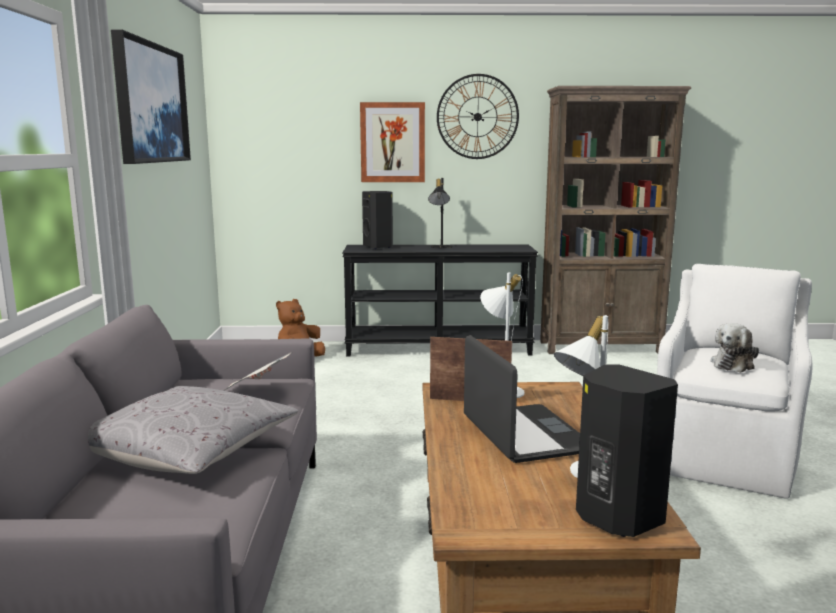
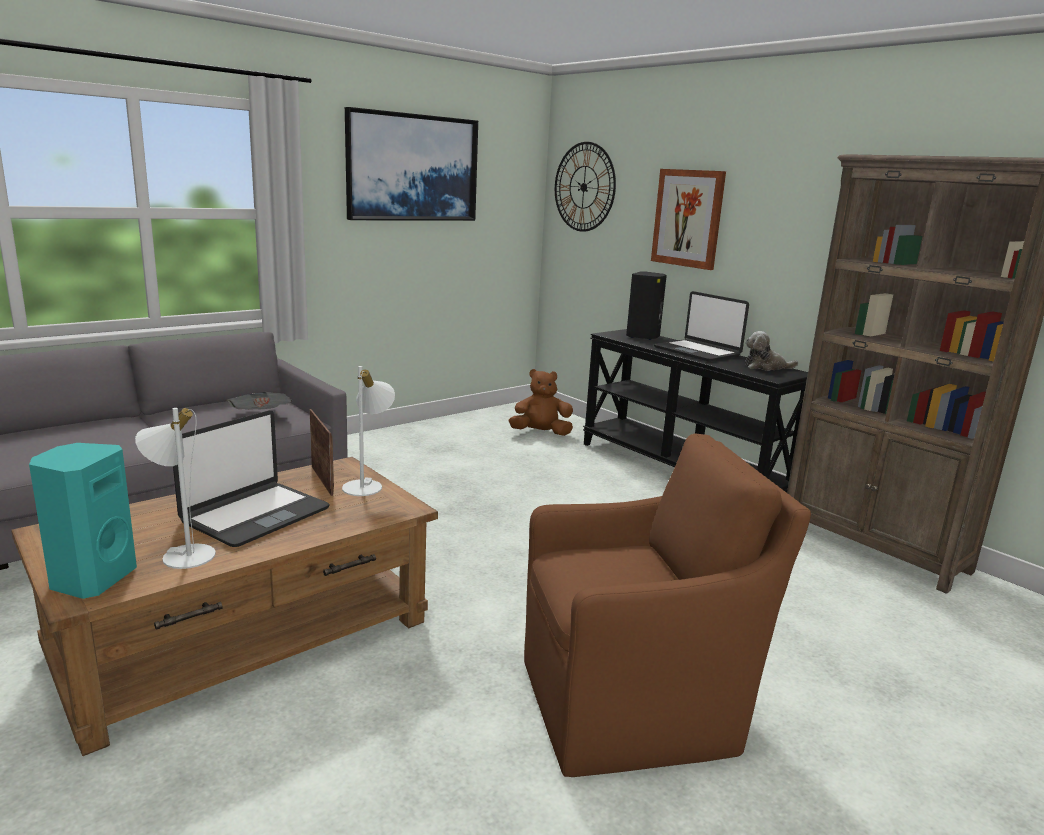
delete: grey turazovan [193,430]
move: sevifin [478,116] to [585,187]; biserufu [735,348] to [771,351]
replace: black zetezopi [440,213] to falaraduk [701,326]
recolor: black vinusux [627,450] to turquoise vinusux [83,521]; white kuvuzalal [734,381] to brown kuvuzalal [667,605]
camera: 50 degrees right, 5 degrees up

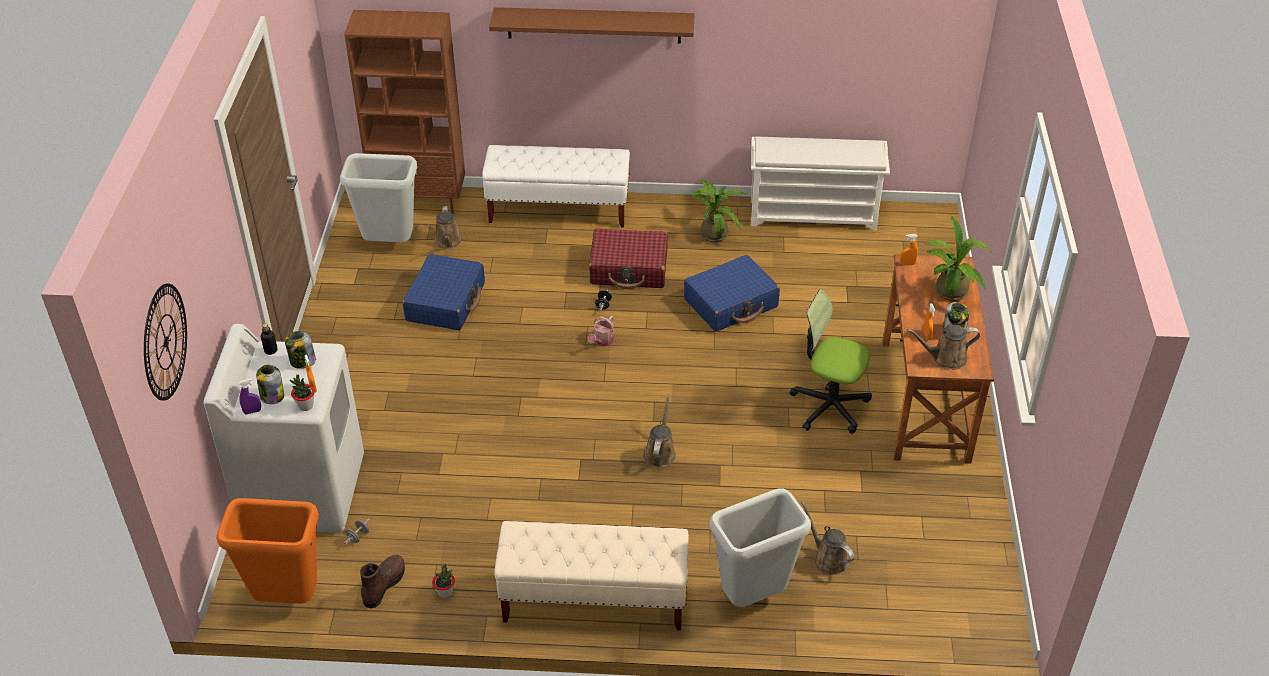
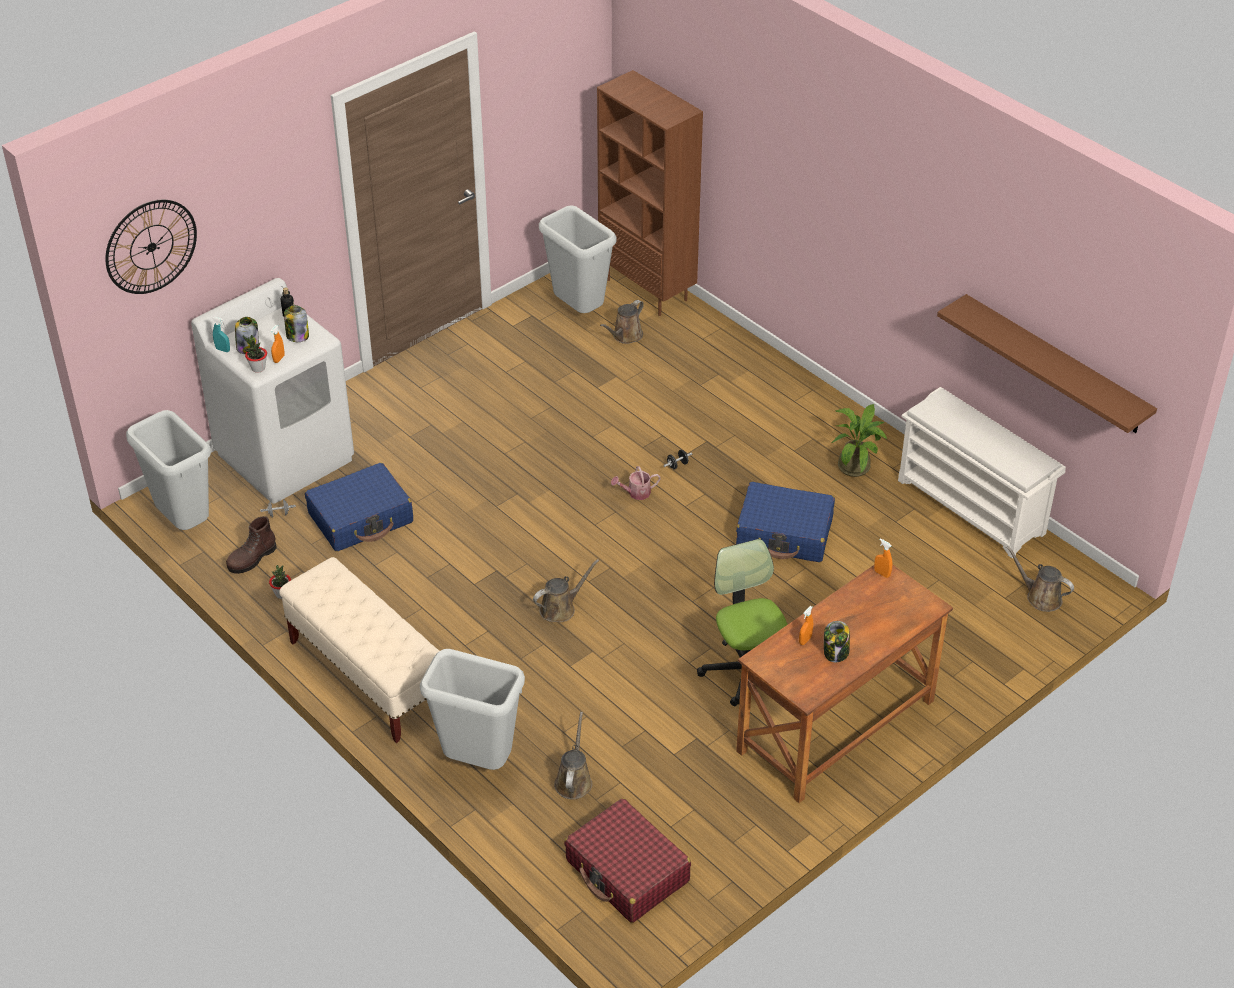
delete: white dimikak [556,186]; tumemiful [958,258]
move: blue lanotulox [444,292] to [359,507]; red lanotulox [628,258] to [627,860]; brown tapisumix [592,25] to [1047,363]; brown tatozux [943,346] to [1040,579]
recolor: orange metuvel [267,551] to grey metuvel [168,470]; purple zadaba [250,396] to turquoise zadaba [221,334]
rotate: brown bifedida [382,581] = [251,545] 150 degrees clockwise
camera: 45 degrees right, 0 degrees up

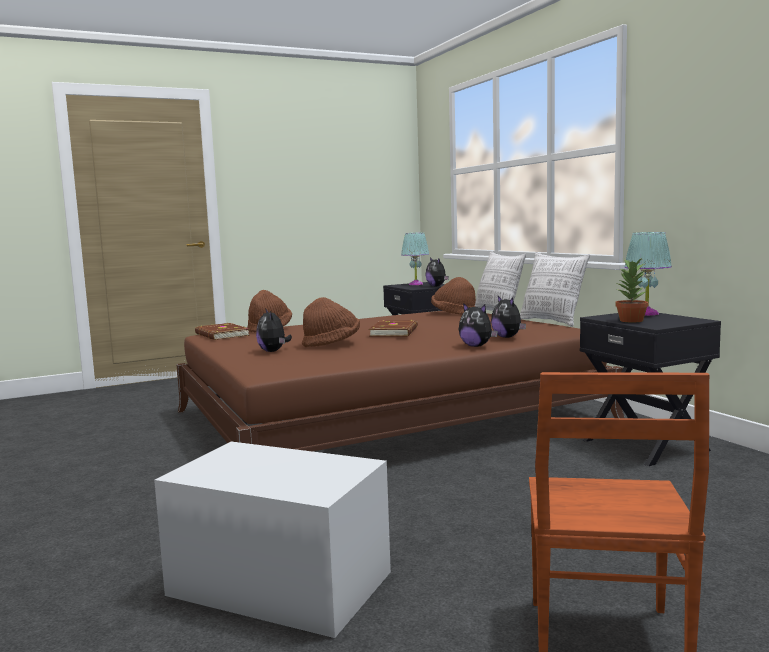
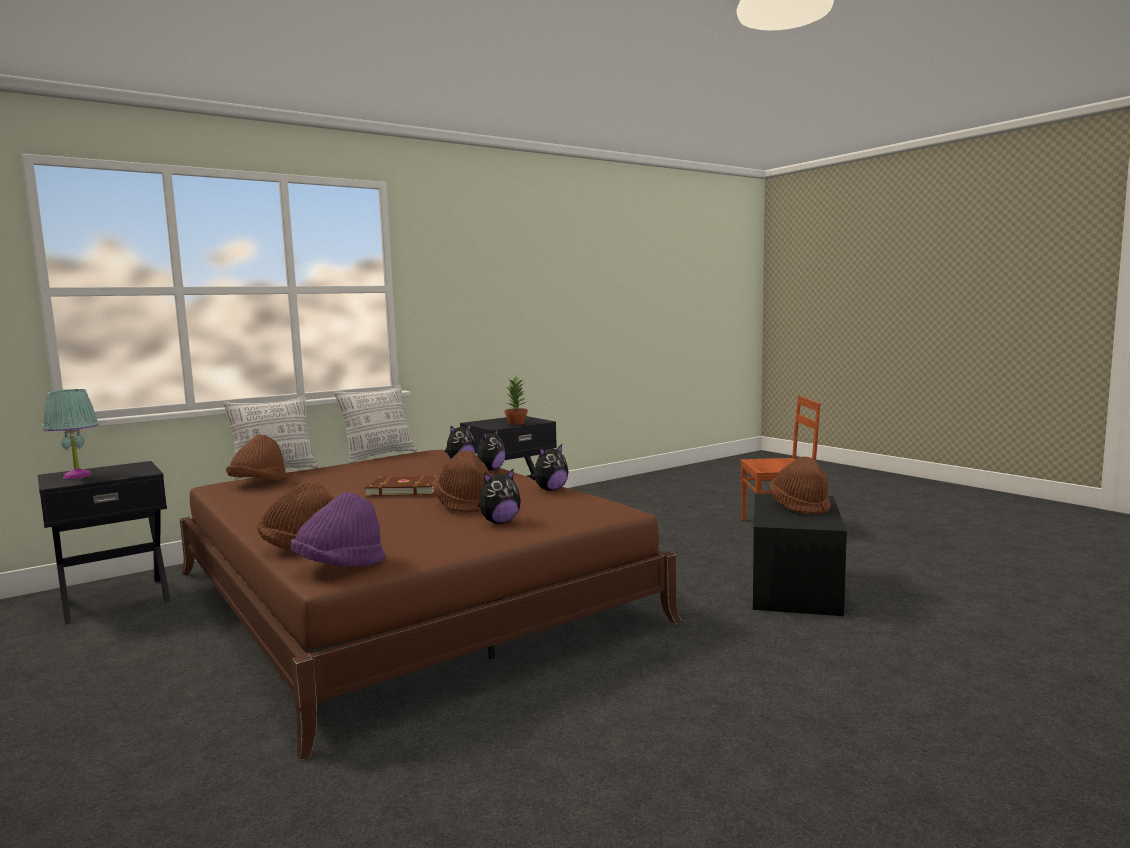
delete: turquoise zetezopi [648,274]
insert: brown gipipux [800,485]
move: biserufu [437,272] to [549,467]
replace: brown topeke [222,331] to purple gipipux [338,530]
recolor: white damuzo [272,540] to black damuzo [800,554]
camera: 100 degrees left, 0 degrees up

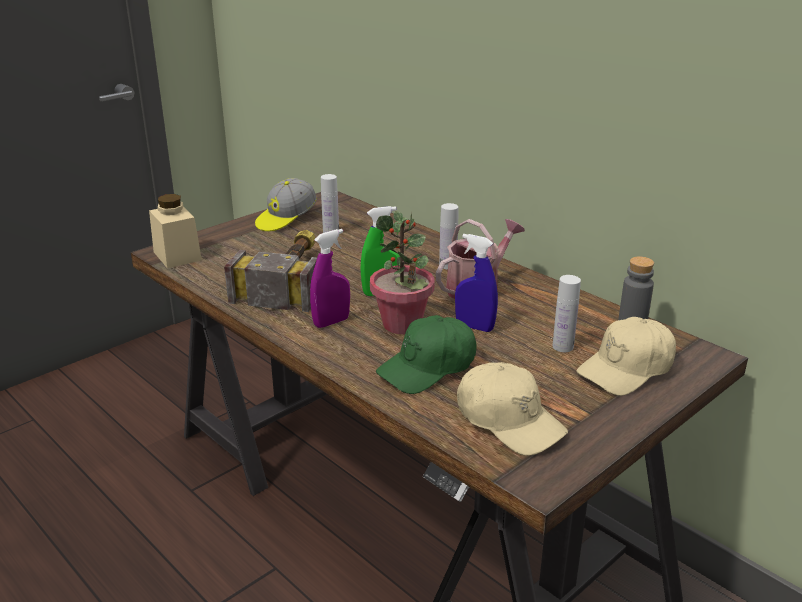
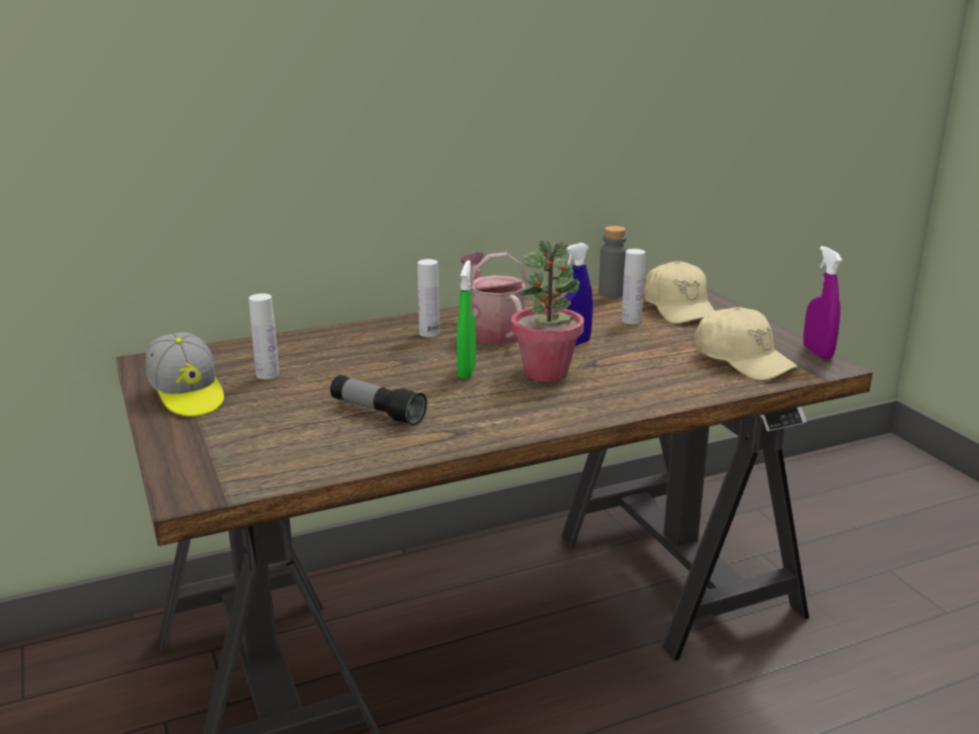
delete: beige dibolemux [175,231]; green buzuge [426,354]
move: purple zadaba [330,278] to [822,303]
replace: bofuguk [270,271] to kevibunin [378,400]
rotate: beige buzuge [512,409] = [747,344] 75 degrees clockwise
camera: 70 degrees left, 5 degrees down

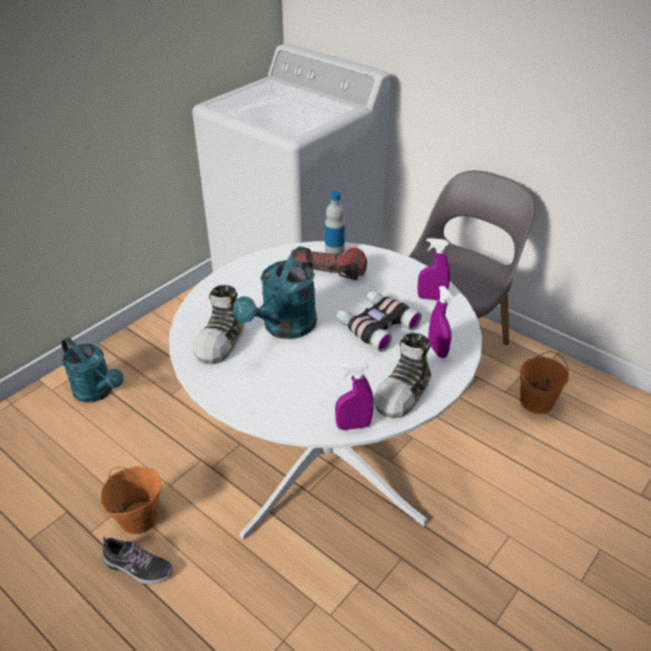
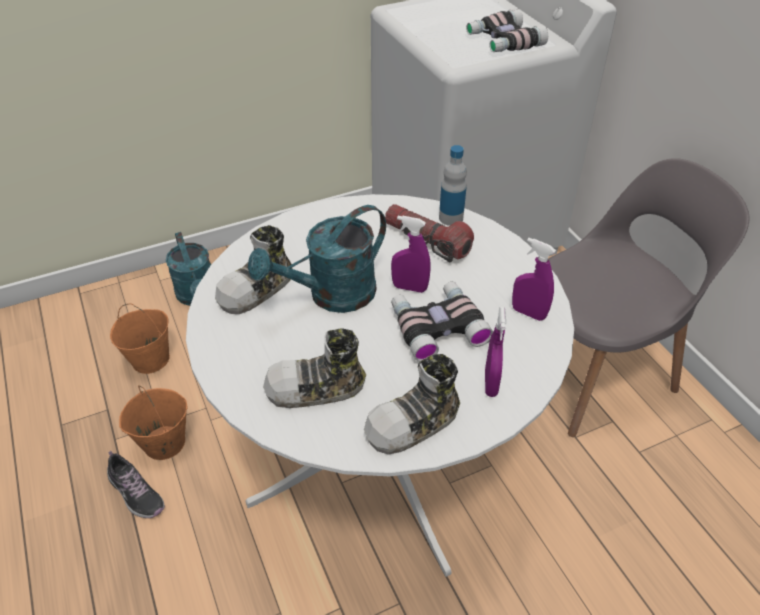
insert: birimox [315,368]; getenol [507,30]
move: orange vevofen [544,382] to [140,338]; purple zadaba [354,396] to [410,254]
camera: 25 degrees right, 5 degrees up

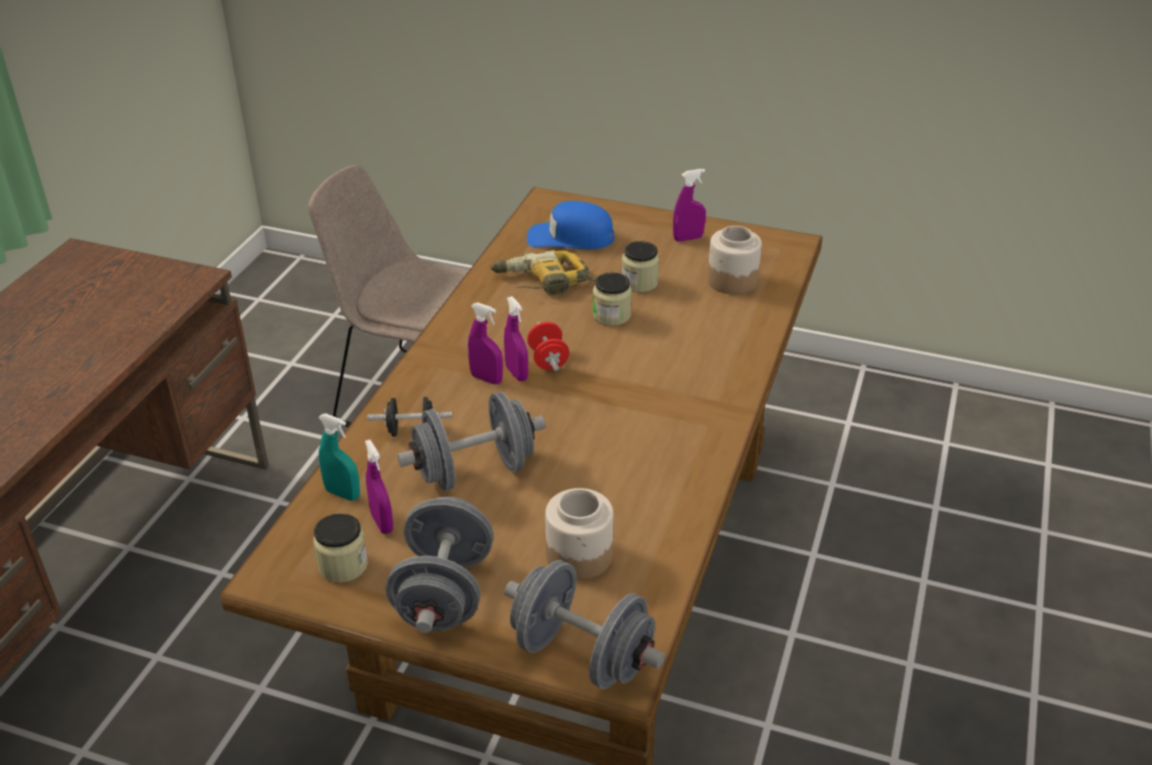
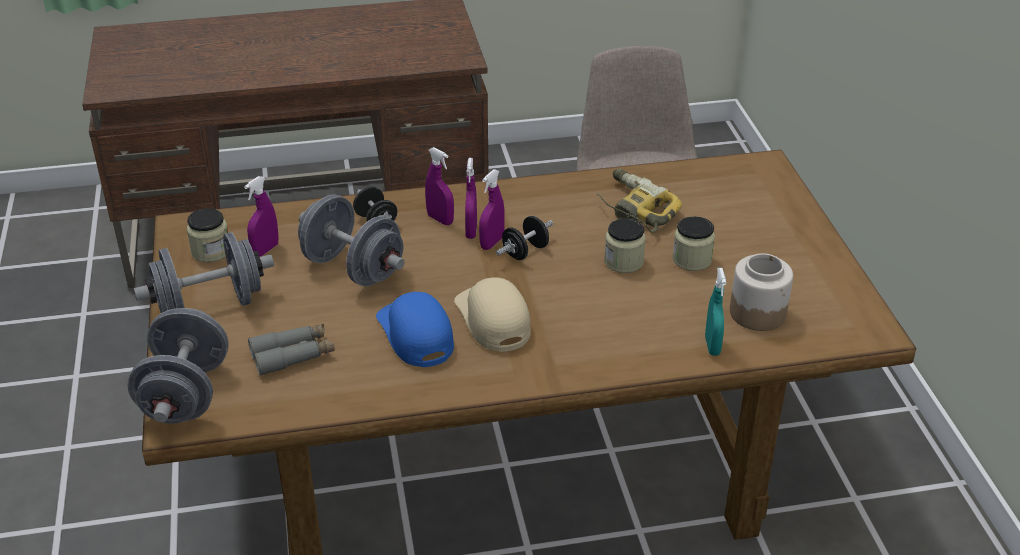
insert: beige buzuge [492,315]
move: blue buzuge [571,225] to [415,329]; purple zadaba [689,205] to [439,186]; turquoise zadaba [339,457] to [715,312]
replace: dibolemux [579,534] to grey getenol [291,350]
recolor: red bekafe [548,346] to black bekafe [524,238]
camera: 60 degrees right, 0 degrees up

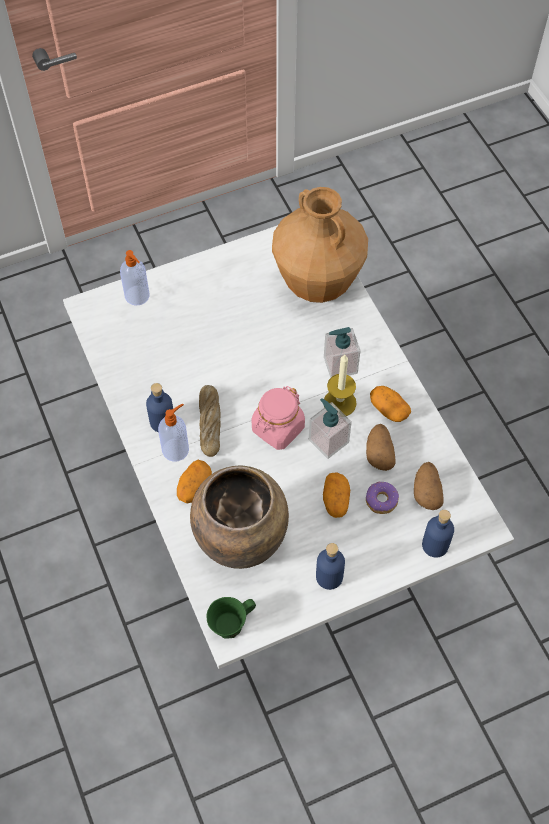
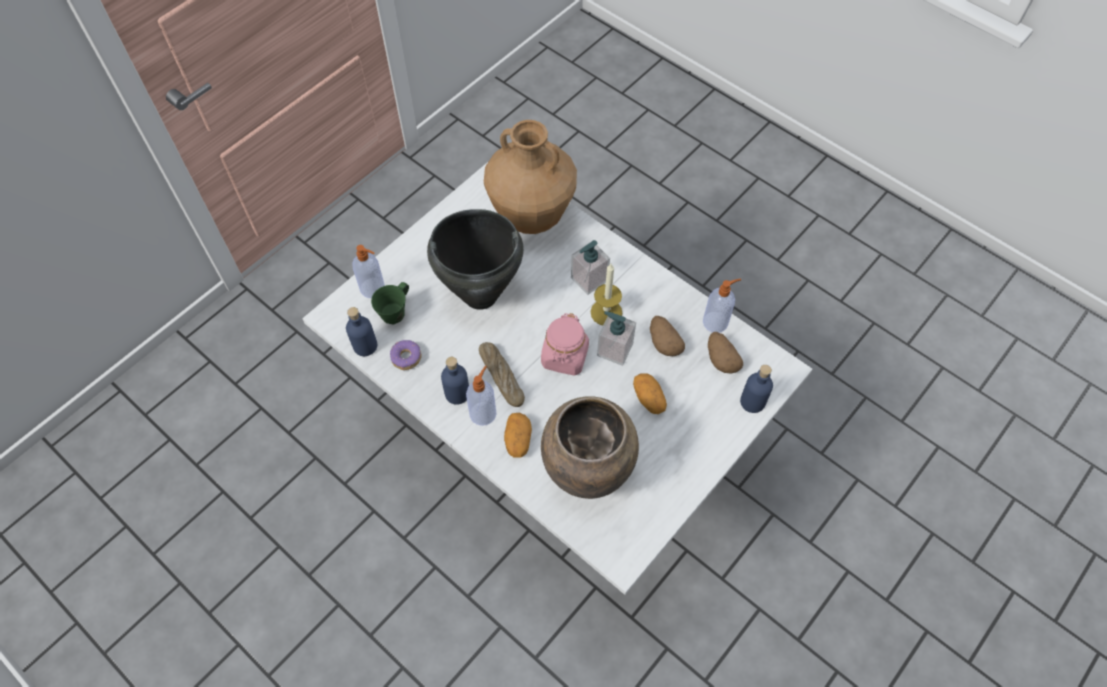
delete: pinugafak [390,404]
insert: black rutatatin [475,259]; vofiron [722,305]
move: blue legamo [330,566] to [361,331]; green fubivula [231,618] to [390,303]; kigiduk [382,497] to [405,355]
camera: 25 degrees left, 0 degrees up

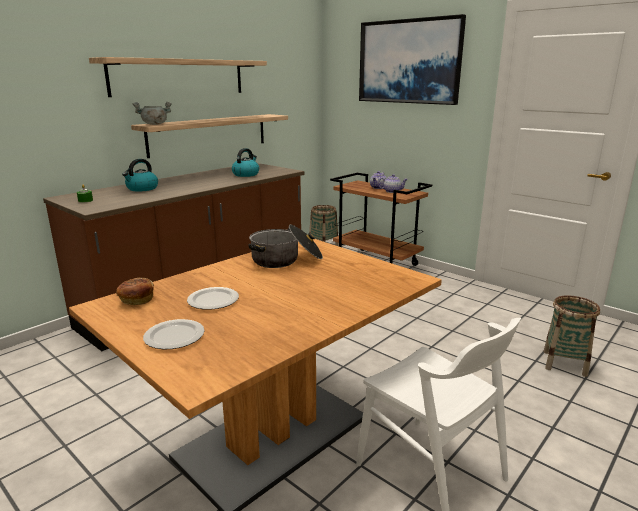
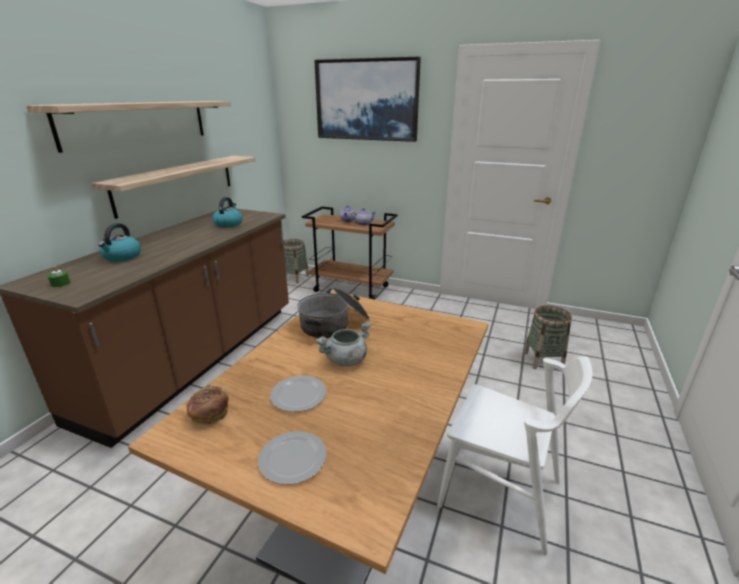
move: grey rutatatin [152,113] to [343,344]
camera: 20 degrees left, 5 degrees up

